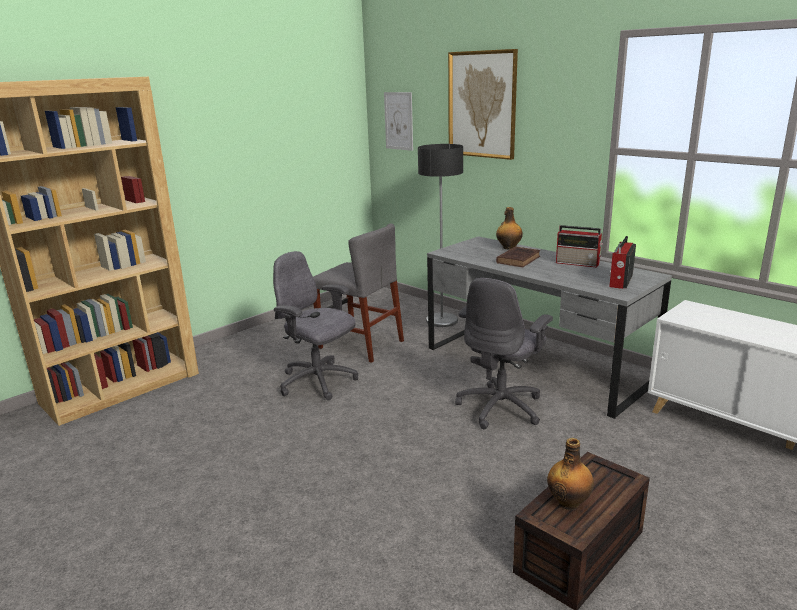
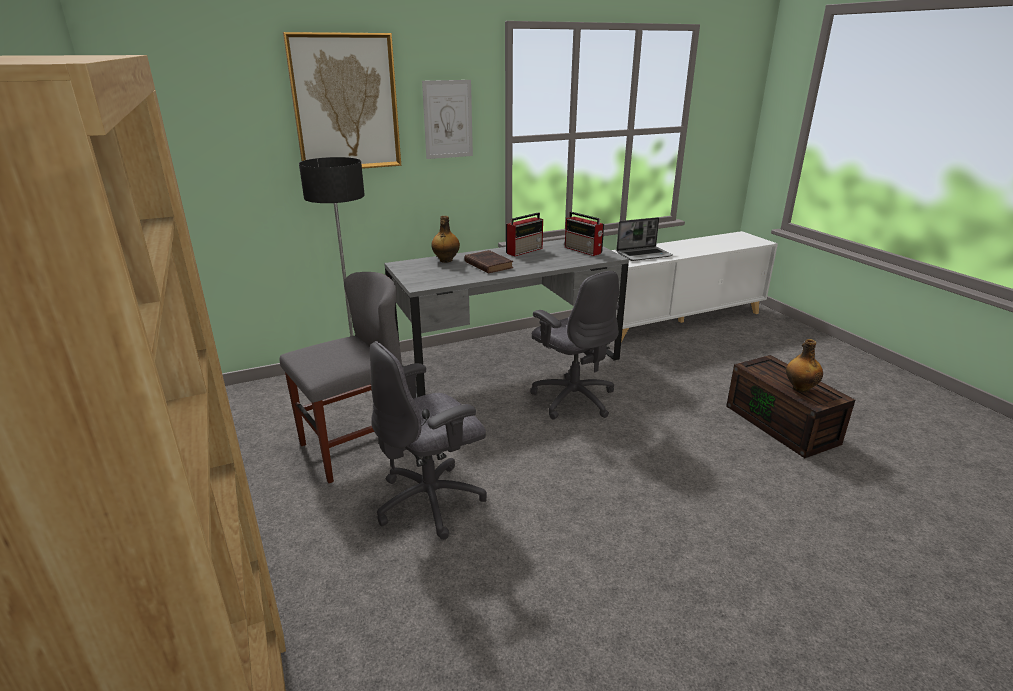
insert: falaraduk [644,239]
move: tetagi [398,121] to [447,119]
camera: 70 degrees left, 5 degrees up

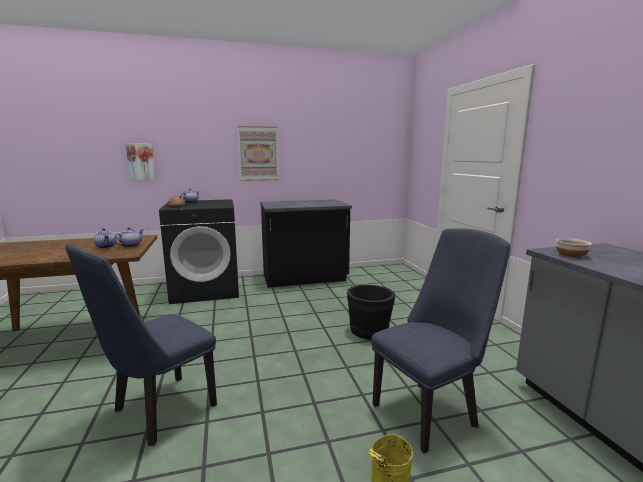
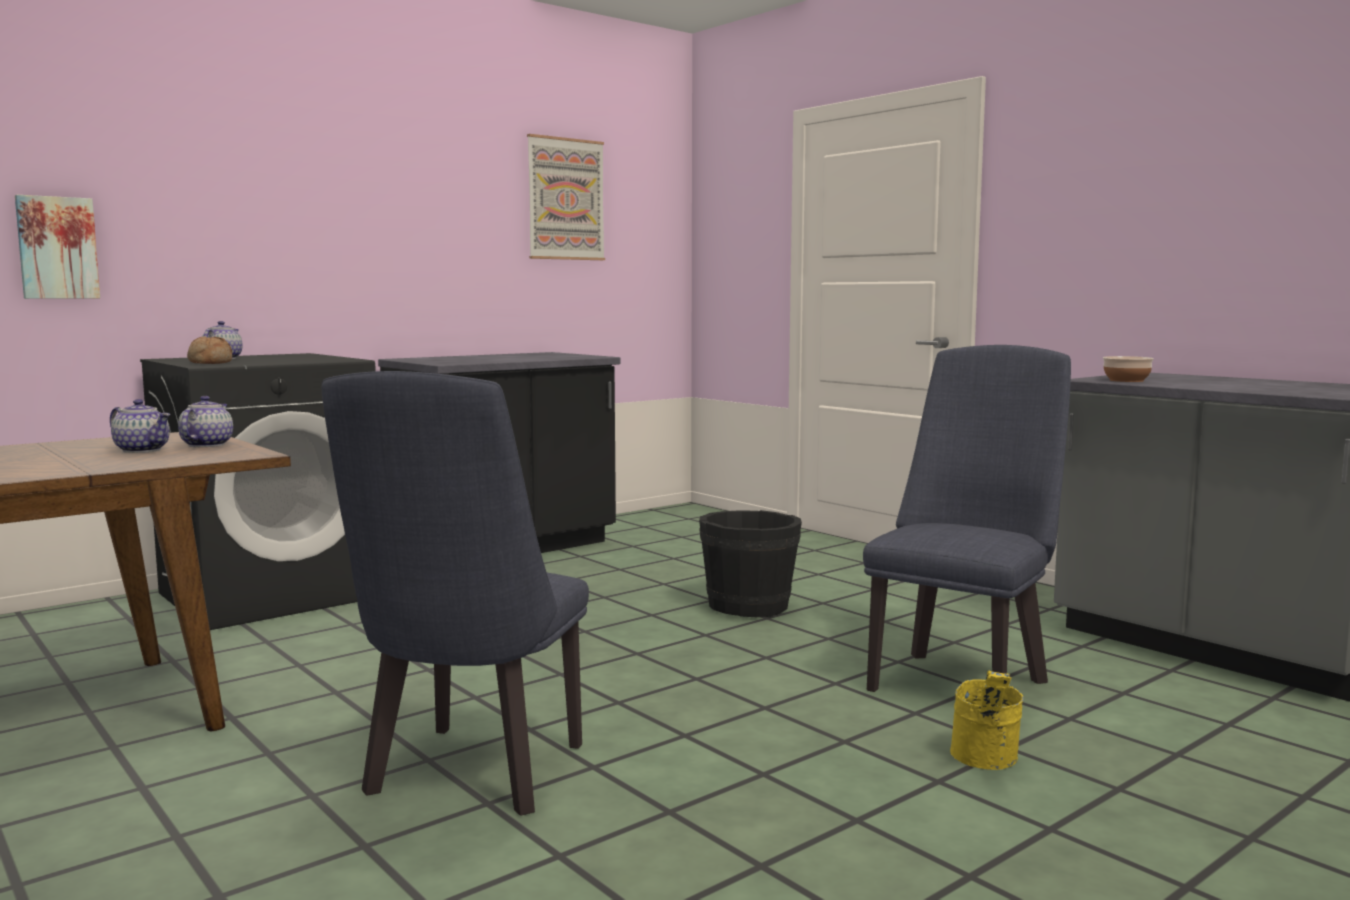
move: tetagi [258,153] to [566,197]
camera: 25 degrees left, 5 degrees down

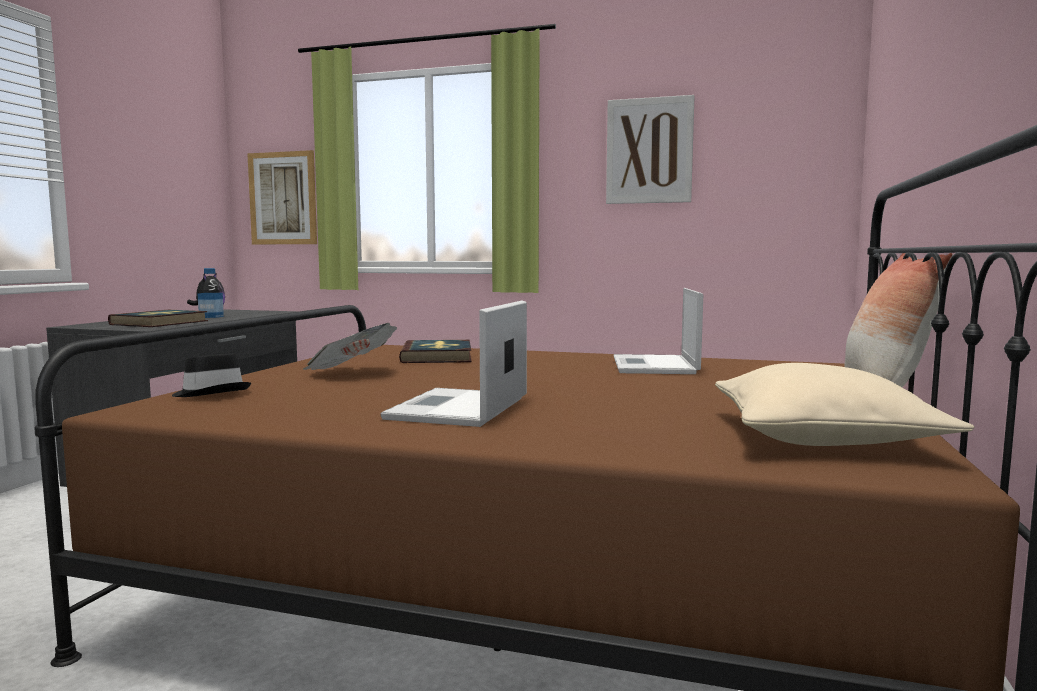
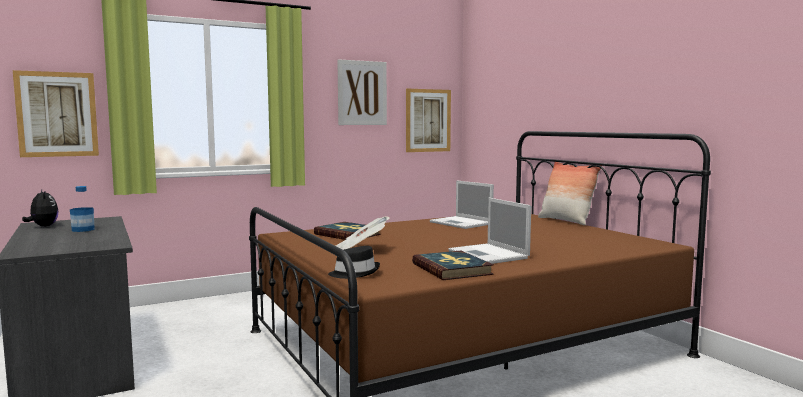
delete: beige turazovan [845,404]
insert: tetagi [428,120]
move: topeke [158,318] to [453,265]
camera: 45 degrees left, 0 degrees up

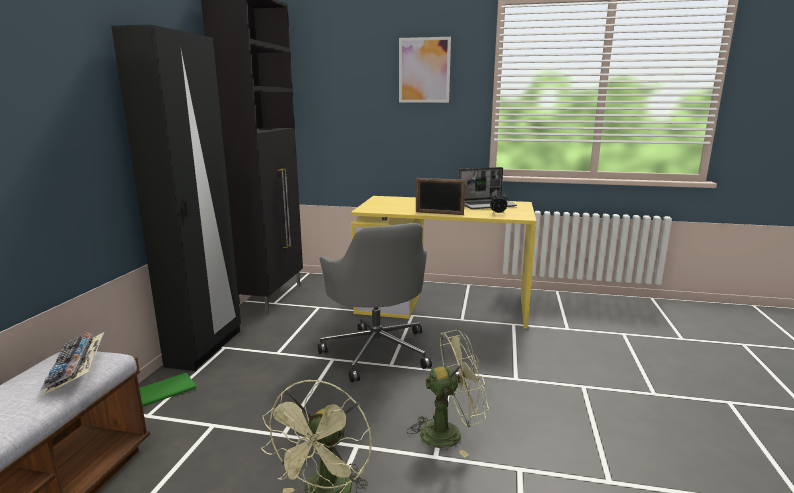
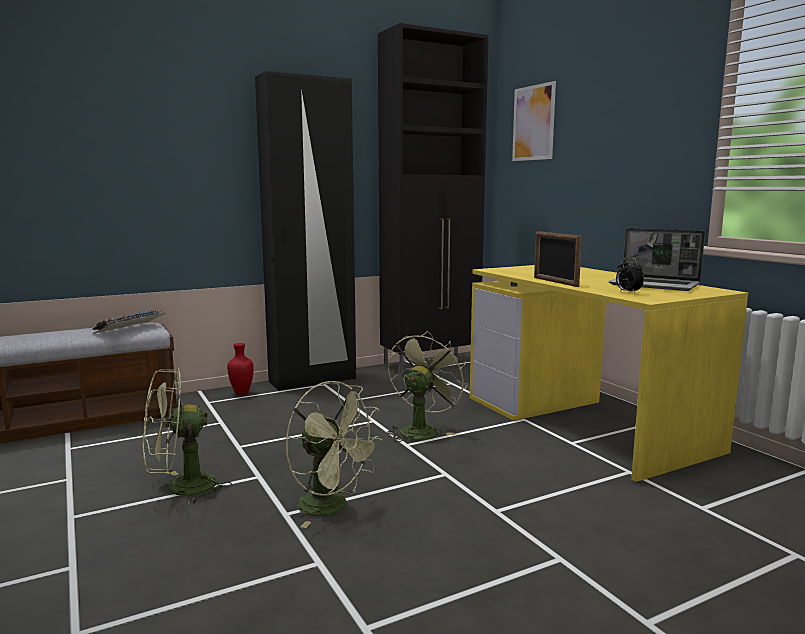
move: tetagi [425,70] to [534,121]
replace: green topeke [167,390] to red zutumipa [240,369]; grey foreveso [375,302] to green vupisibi [427,386]
camera: 50 degrees right, 5 degrees down

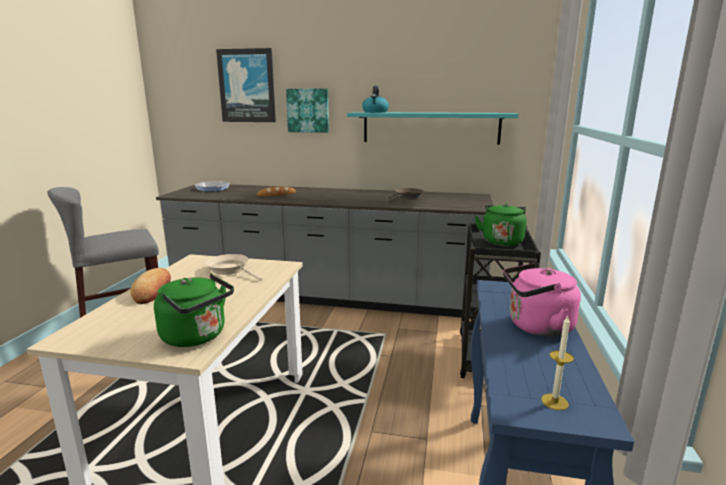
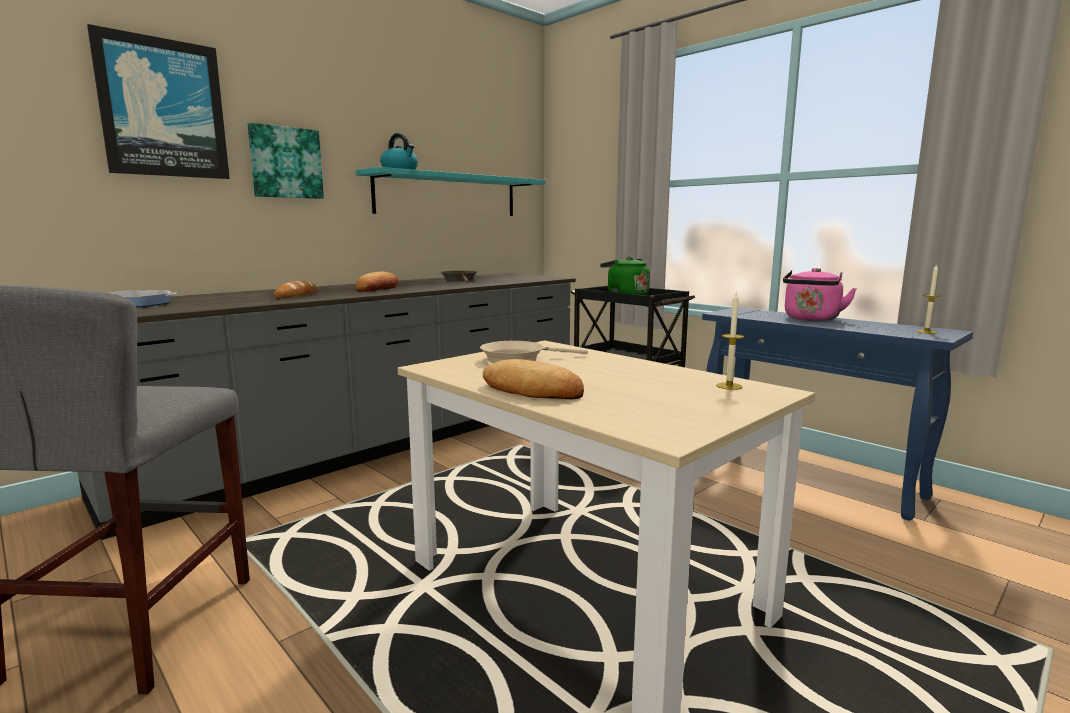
insert: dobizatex [377,282]
replace: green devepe [194,310] to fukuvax [730,341]
camera: 55 degrees left, 5 degrees down

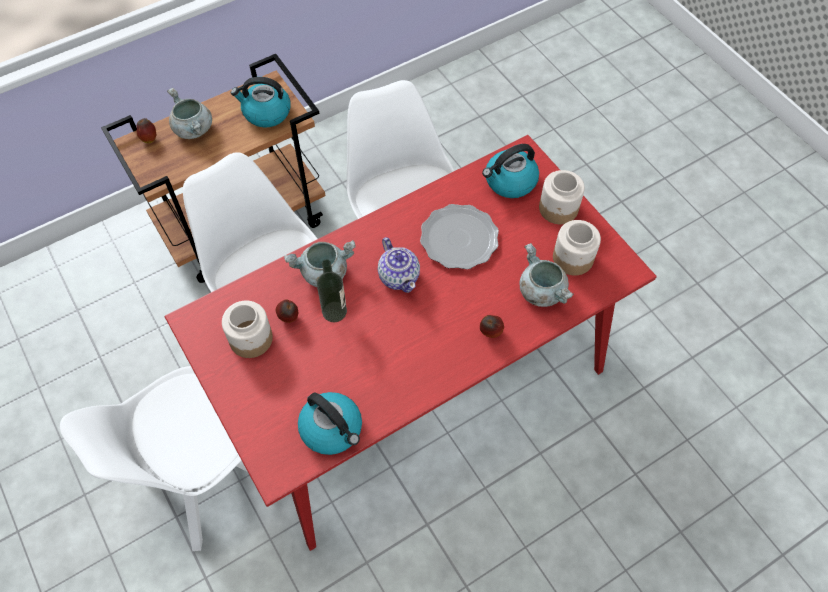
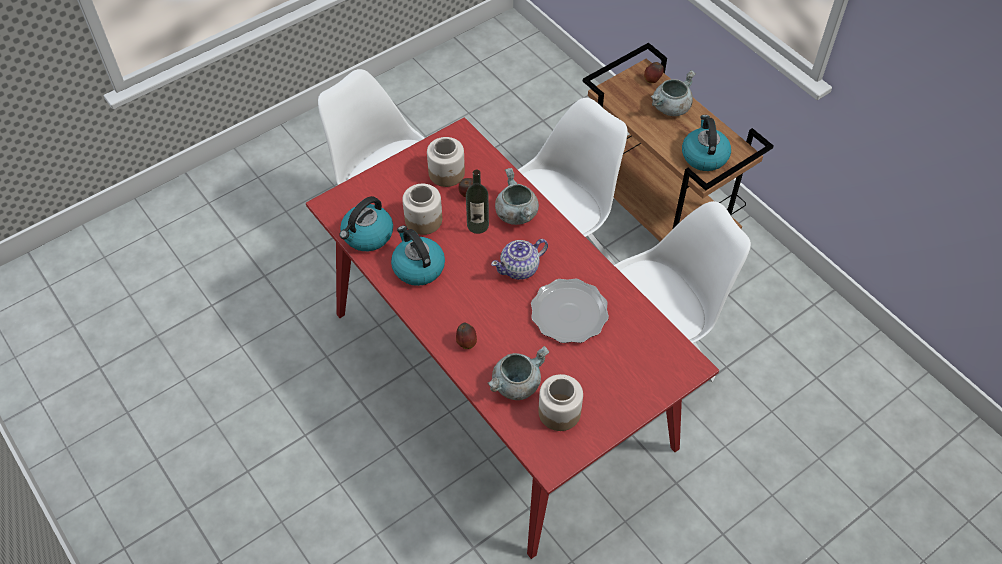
move: devepe [510,171] to [418,256]; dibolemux [562,197] to [422,209]
camera: 85 degrees right, 5 degrees down

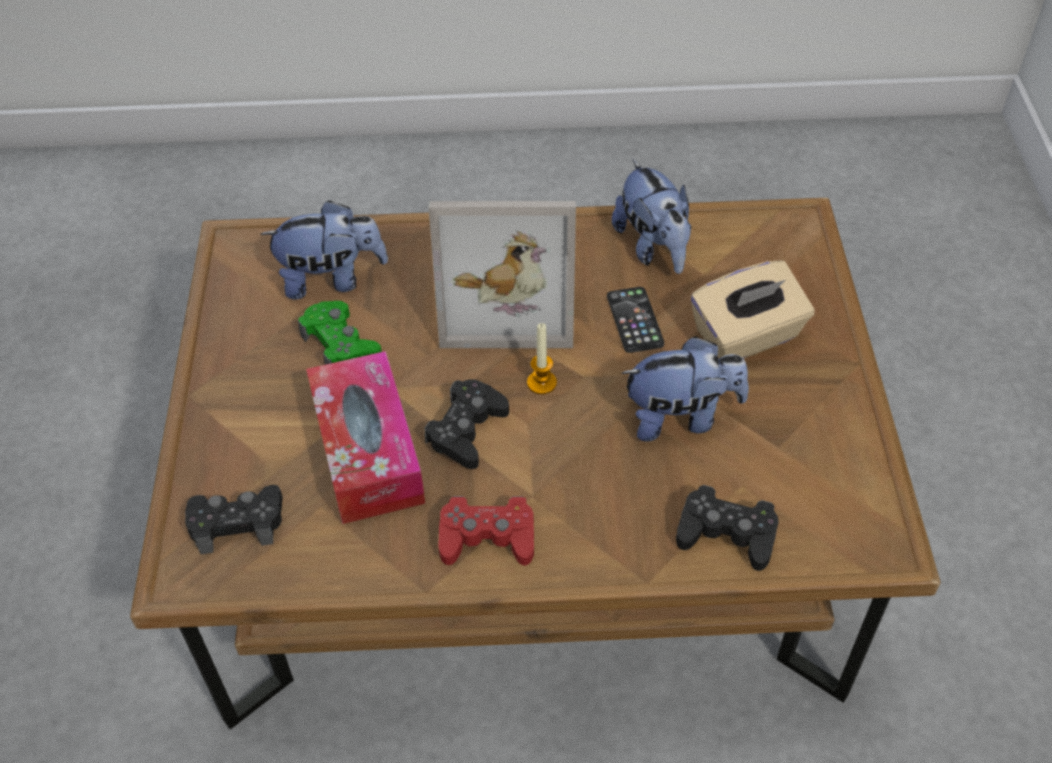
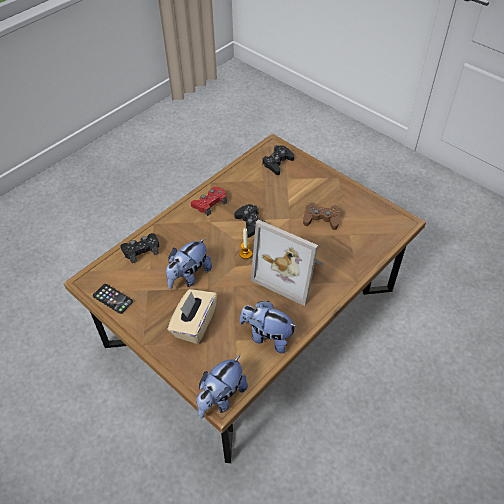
delete: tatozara [365,437]
move: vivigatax [635,320] to [113,299]; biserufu [324,249] to [222,387]
recolor: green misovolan [340,333] to brown misovolan [321,216]
rotate: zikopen [502,274] = [287,263] 105 degrees counterclockwise
camera: 135 degrees right, 0 degrees up

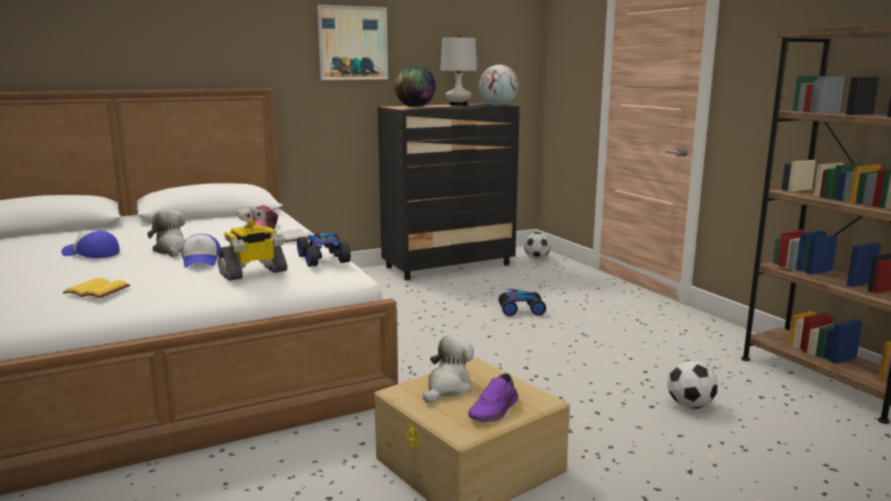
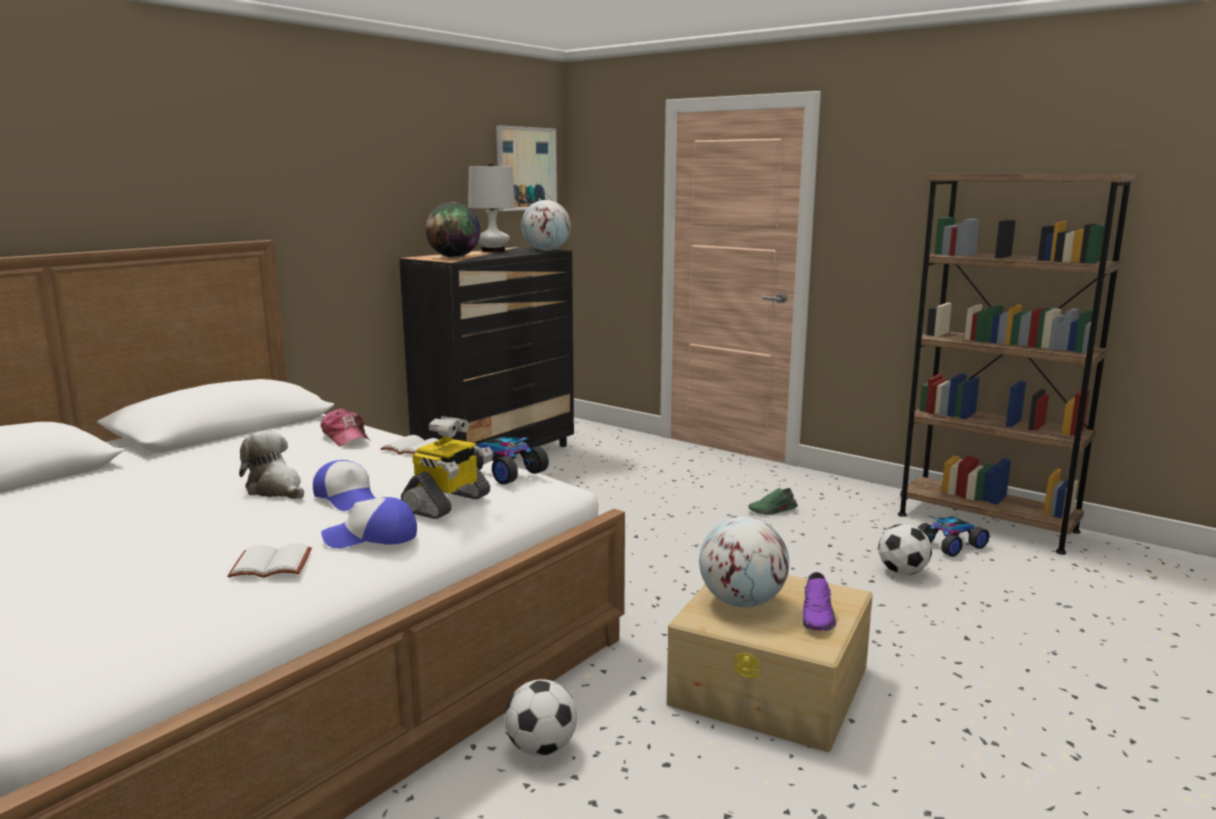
insert: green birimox [773,501]
move: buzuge [90,244] to [369,522]; tetagi [352,42] to [526,168]; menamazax [537,245] to [540,717]; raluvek [522,302] to [953,536]
replace: biserufu [448,369] to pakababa [744,562]
recolor: yellow topeke [96,288] to white topeke [269,560]
camera: 25 degrees left, 0 degrees up

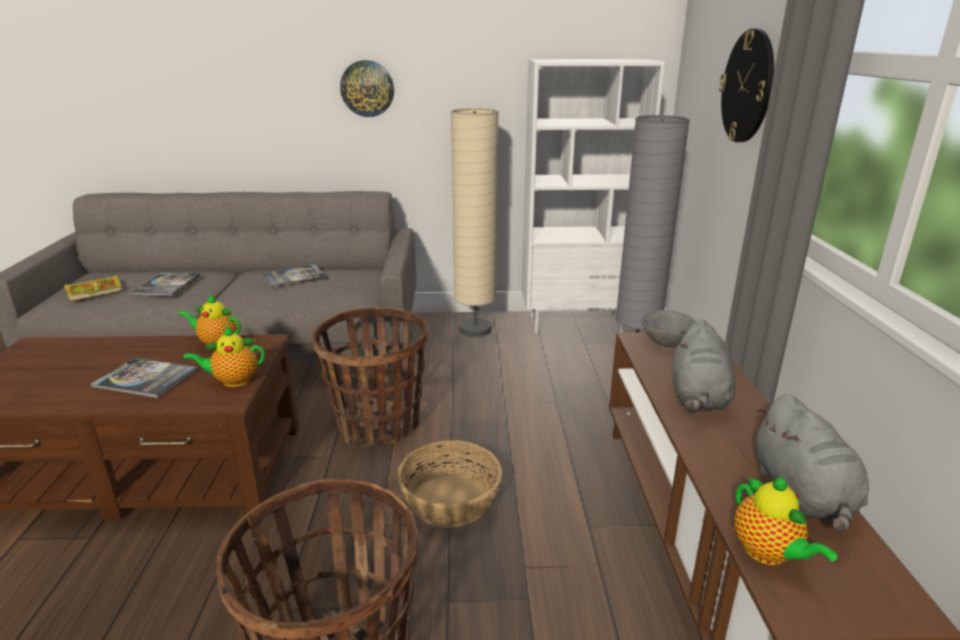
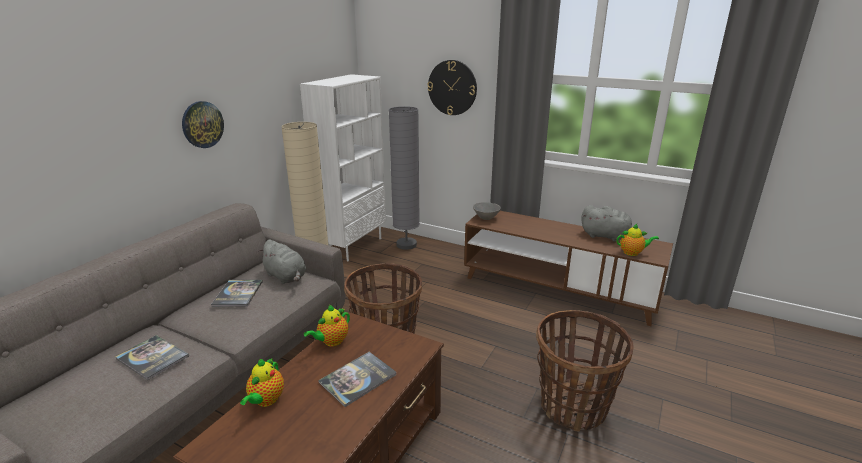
delete: topeke [93,288]; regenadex [450,483]
move: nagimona [224,356] to [262,382]; grey biserufu [704,365] to [282,261]
camera: 60 degrees left, 0 degrees up

